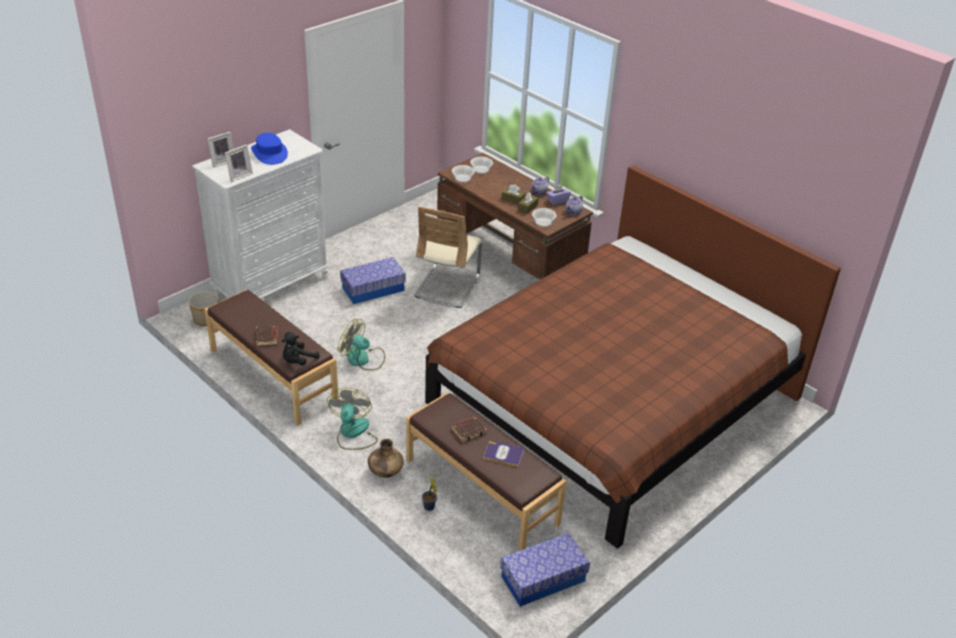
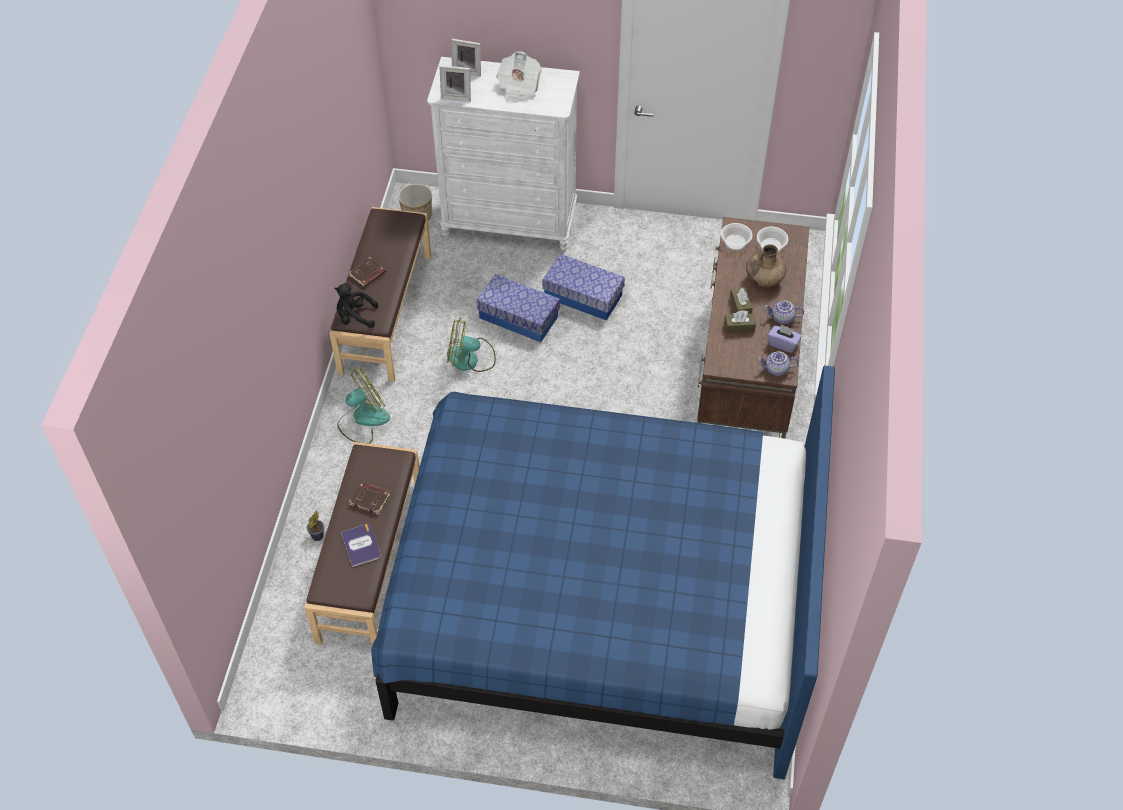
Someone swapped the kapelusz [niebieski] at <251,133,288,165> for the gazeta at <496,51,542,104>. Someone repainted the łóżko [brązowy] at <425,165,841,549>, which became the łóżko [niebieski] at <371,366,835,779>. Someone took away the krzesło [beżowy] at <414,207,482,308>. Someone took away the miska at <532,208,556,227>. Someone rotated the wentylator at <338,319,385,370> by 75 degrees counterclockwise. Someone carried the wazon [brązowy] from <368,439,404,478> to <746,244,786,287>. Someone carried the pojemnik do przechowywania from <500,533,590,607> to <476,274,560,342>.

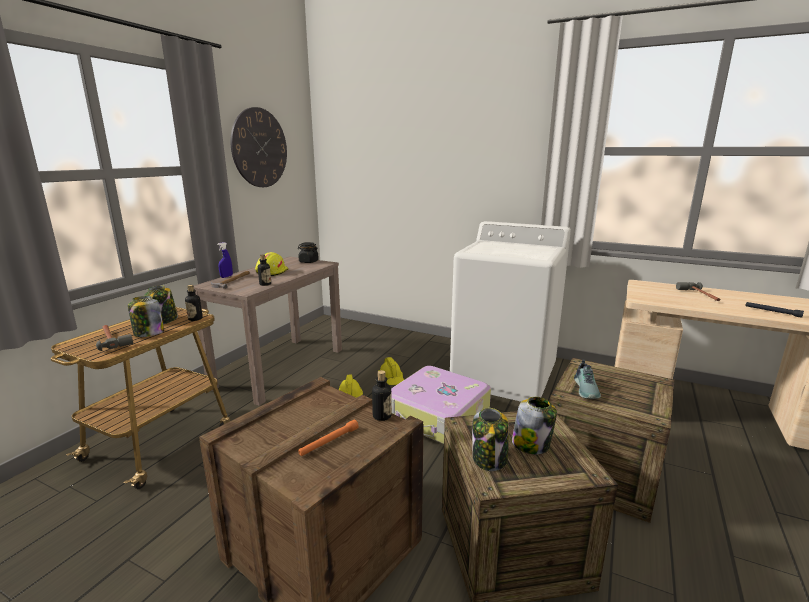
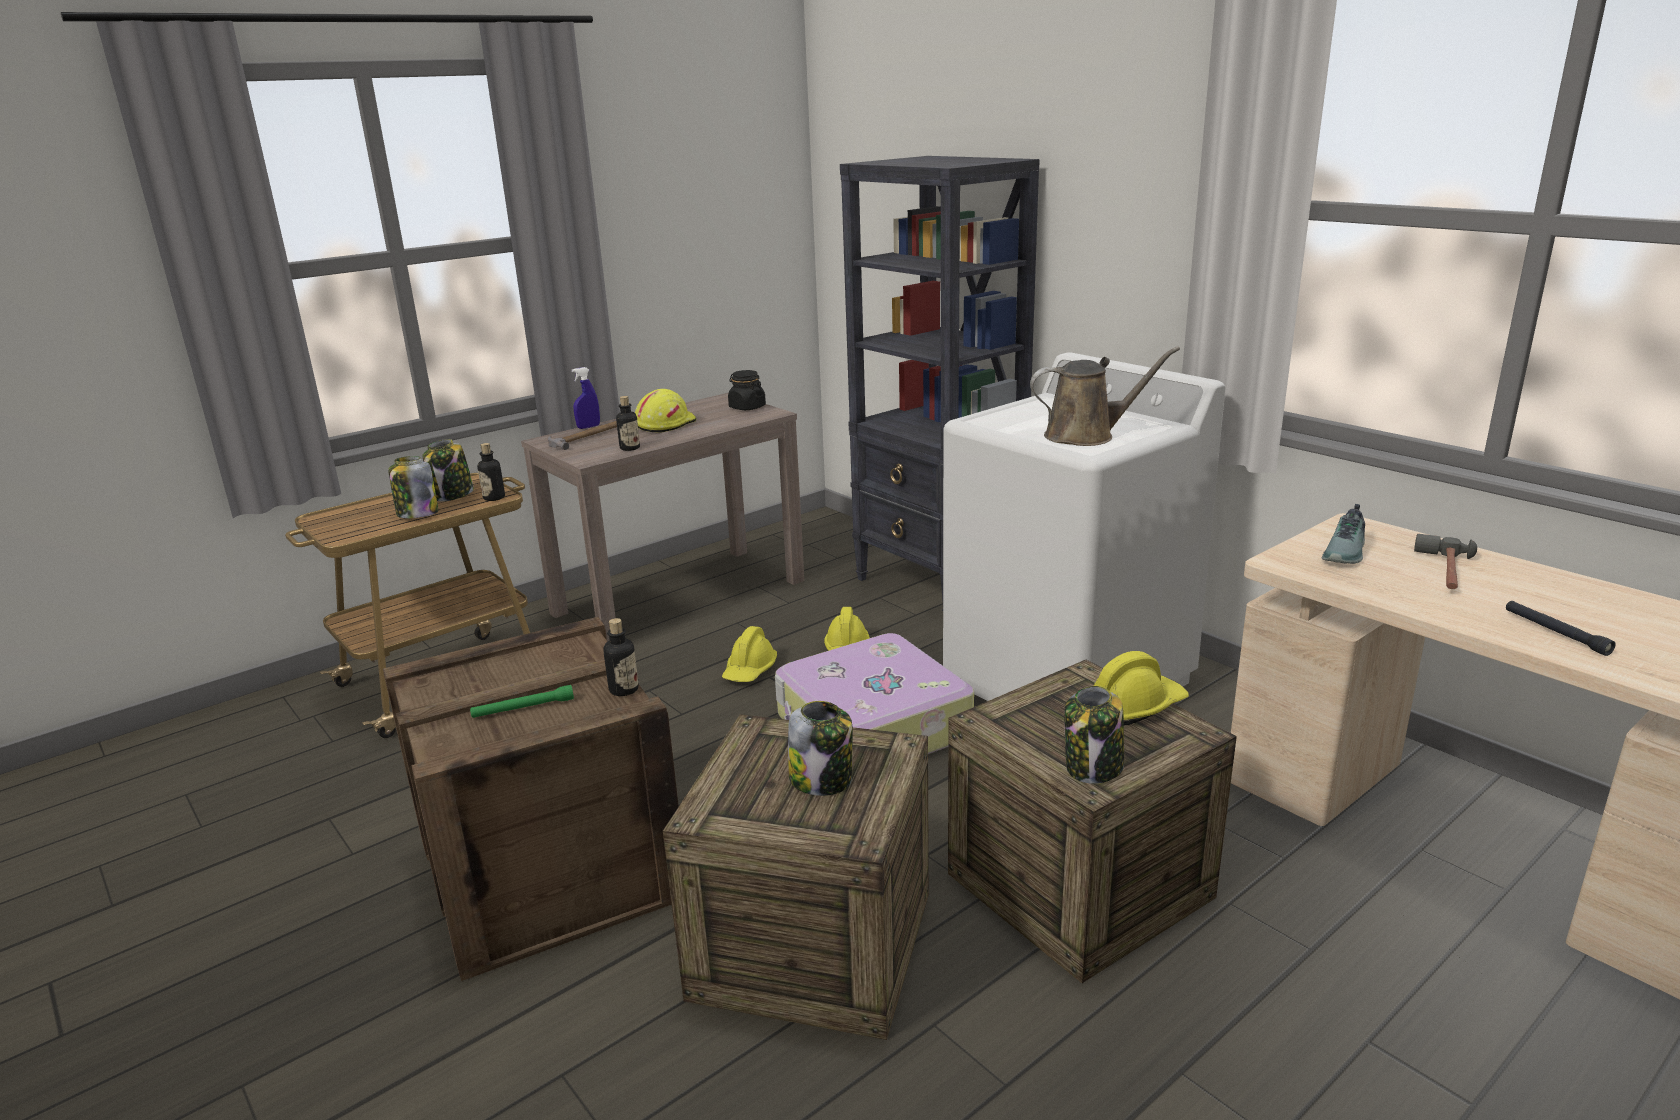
Someone took away the zegar ścienny at <231,107,287,187>. Someone took away the młotek at <96,325,133,351>. Someone carried the but from <574,360,601,399> to <1322,504,1365,564>. Someone carried the słoik from <472,408,509,471> to <1065,686,1124,784>. Someone repainted the latarka [pomarańczowy] at <298,420,359,456>, which became the latarka [zielony] at <470,685,574,718>. Someone put down the regał [czarny] at <840,156,1040,611>. Someone put down the konewka [brązowy] at <1030,346,1180,446>. Someone put down the kask [żółty] at <1094,651,1189,725>.

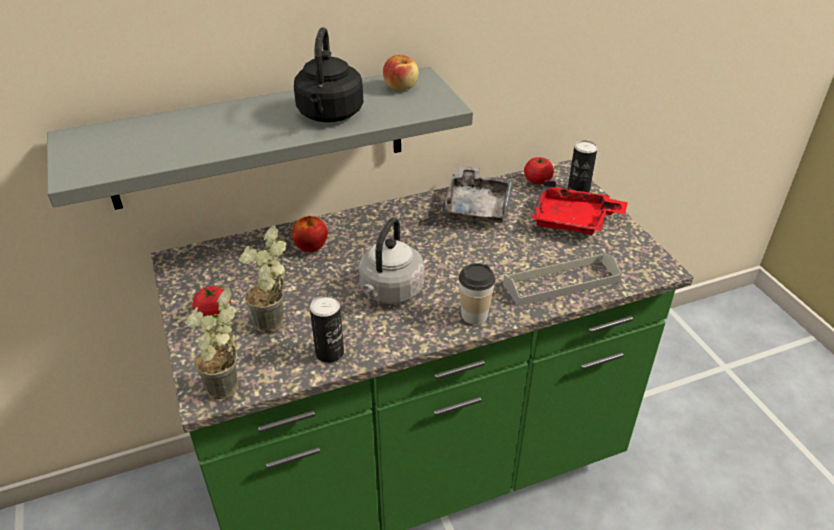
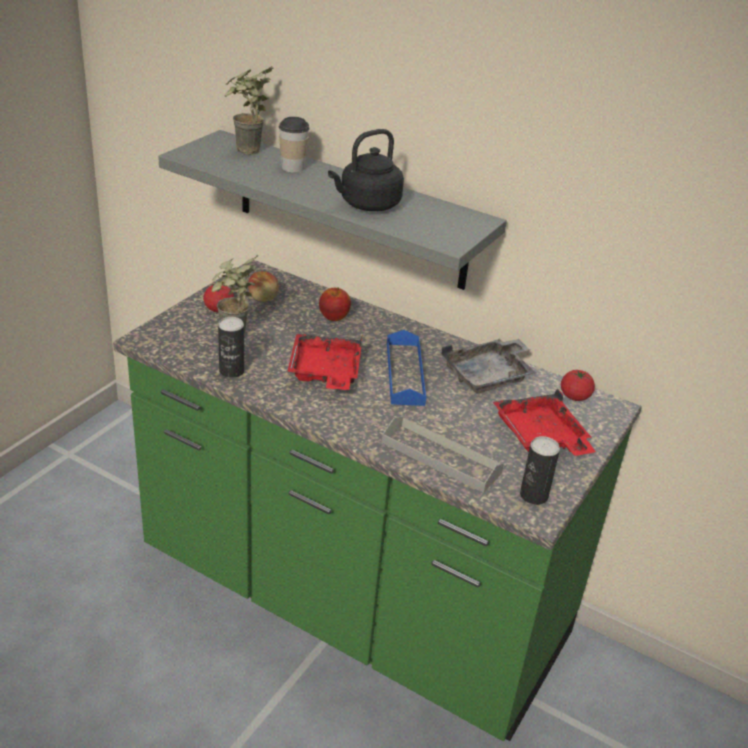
Someone carried the jabłko from <383,55,419,91> to <248,271,279,302>. Someone carried the puszka from <568,140,597,193> to <520,436,560,505>. Someone swapped the czajnik [szary] at <359,217,425,304> for the taca [czerwony] at <287,334,362,390>. Someone carried the filiżanka from <459,263,495,325> to <279,117,310,172>. Someone carried the roślina doniczkowa from <185,288,238,400> to <225,66,274,154>. Someone put down the taca [niebieski] at <387,330,426,406>.

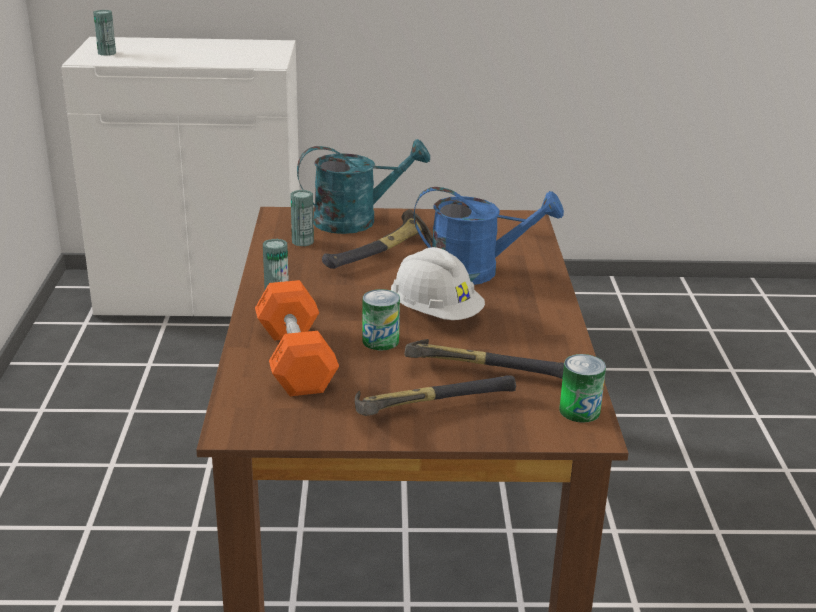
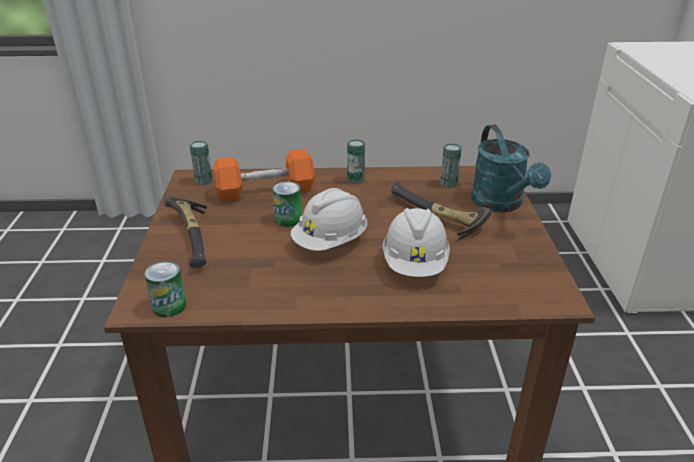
Someone carried the puszka from <93,10,116,56> to <189,140,213,185>. Someone swapped the konewka [niebieski] at <414,187,564,285> for the kask [biały] at <382,208,450,277>. Someone took away the młotek at <405,339,564,379>.

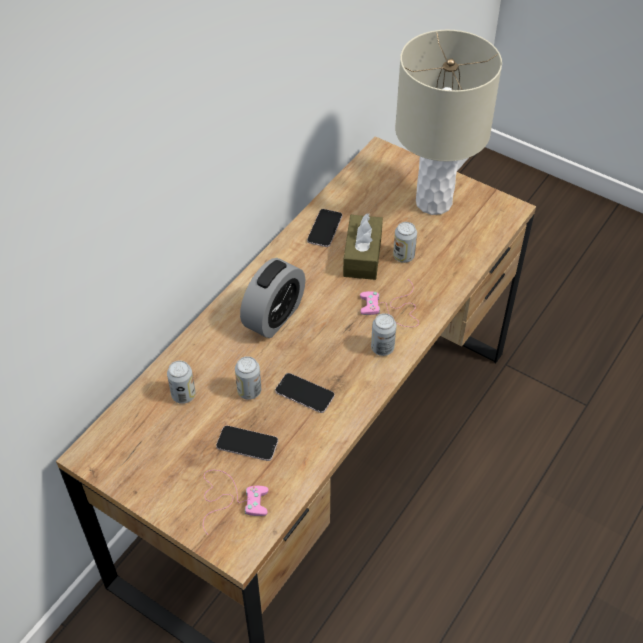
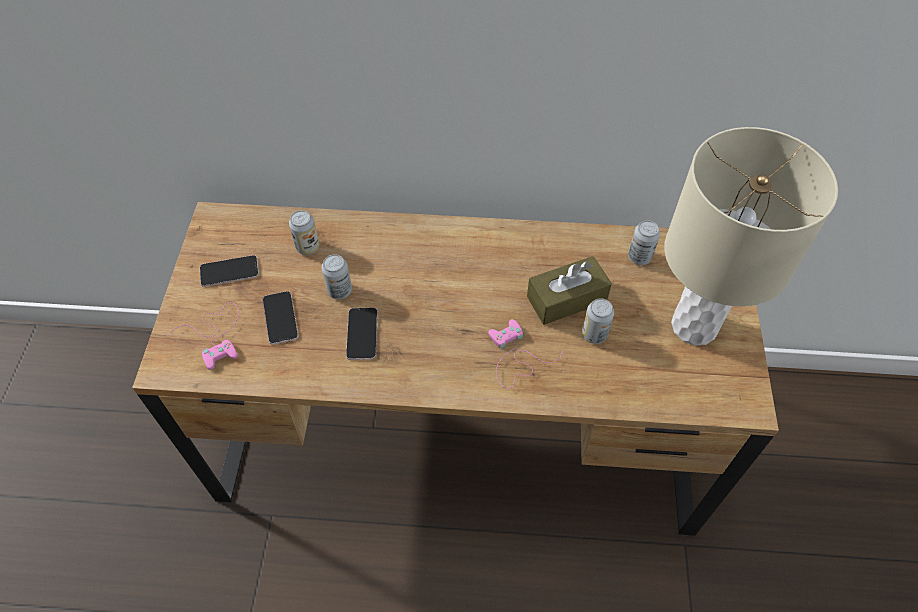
Someone carried the telefon from <307,209,342,247> to <200,255,259,287>. Someone took away the budzik at <240,258,305,338>. Someone carried the puszka from <371,313,396,356> to <628,220,660,265>.

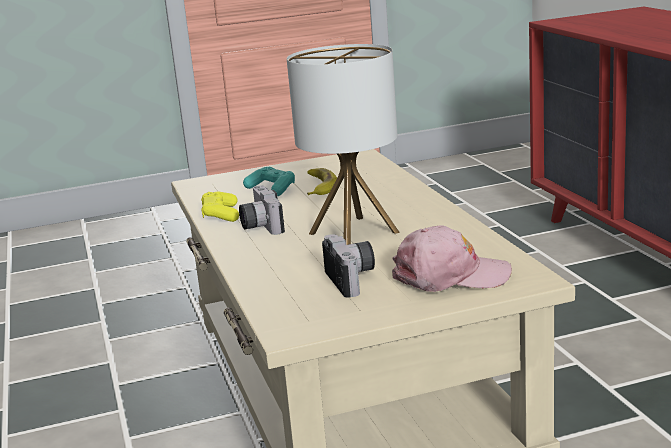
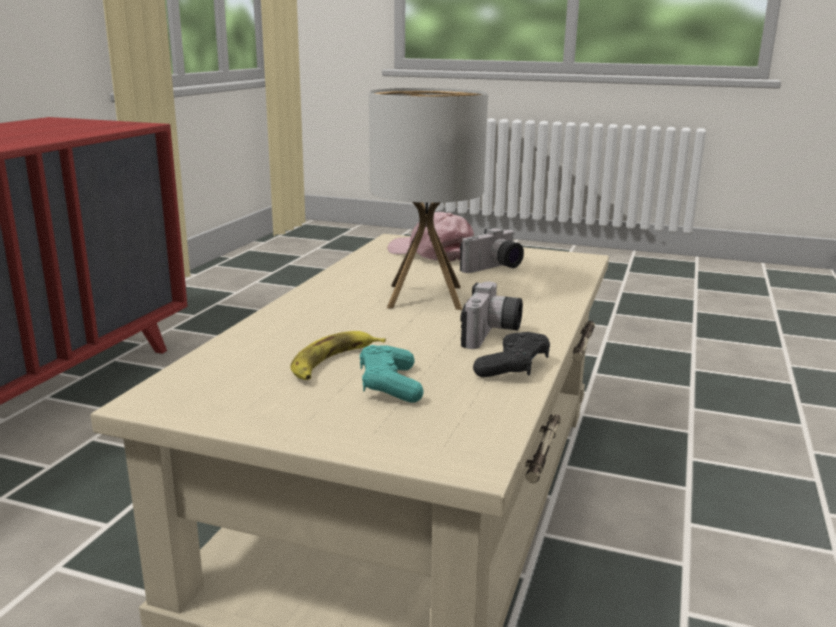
Someone repainted the pad do gier [żółty] at <201,192,239,222>, which became the pad do gier [czarny] at <473,332,550,378>. Someone rotated the aparat fotograficzny at <322,234,375,297> by 150 degrees counterclockwise.

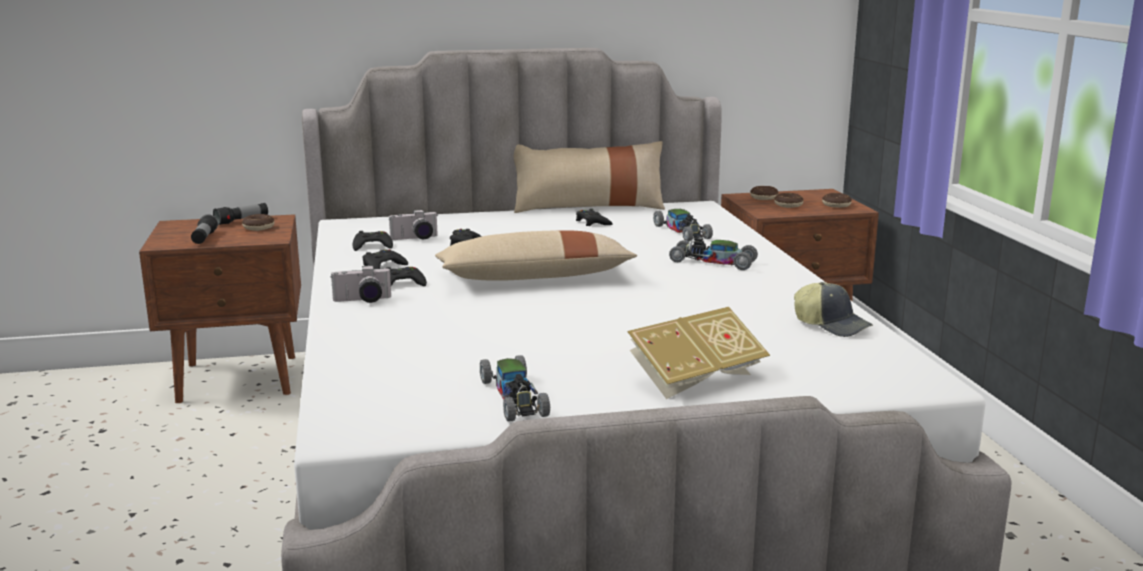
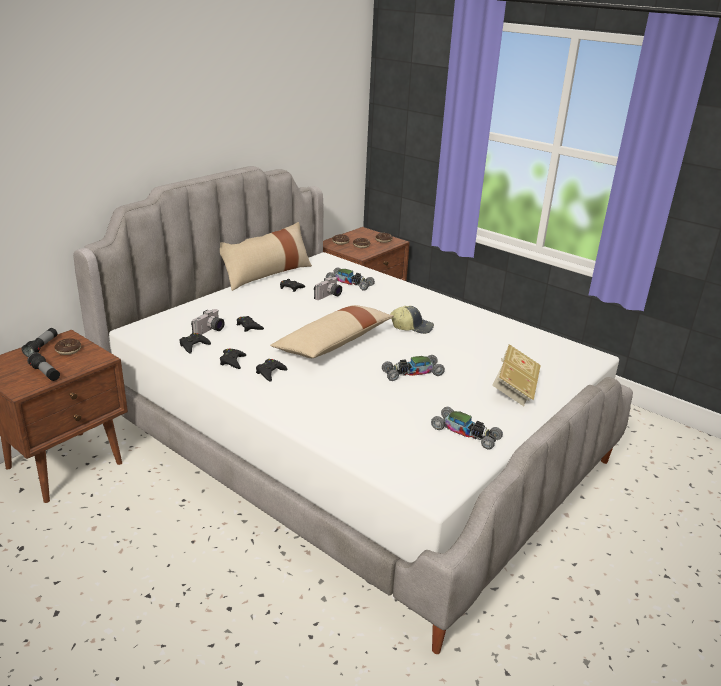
Someone carried the samochodzik from <669,238,758,270> to <382,355,445,381>. Someone carried the aparat fotograficzny from <330,265,391,303> to <314,277,342,300>. Someone carried the czapka z daszkiem from <794,282,873,337> to <390,306,434,334>.

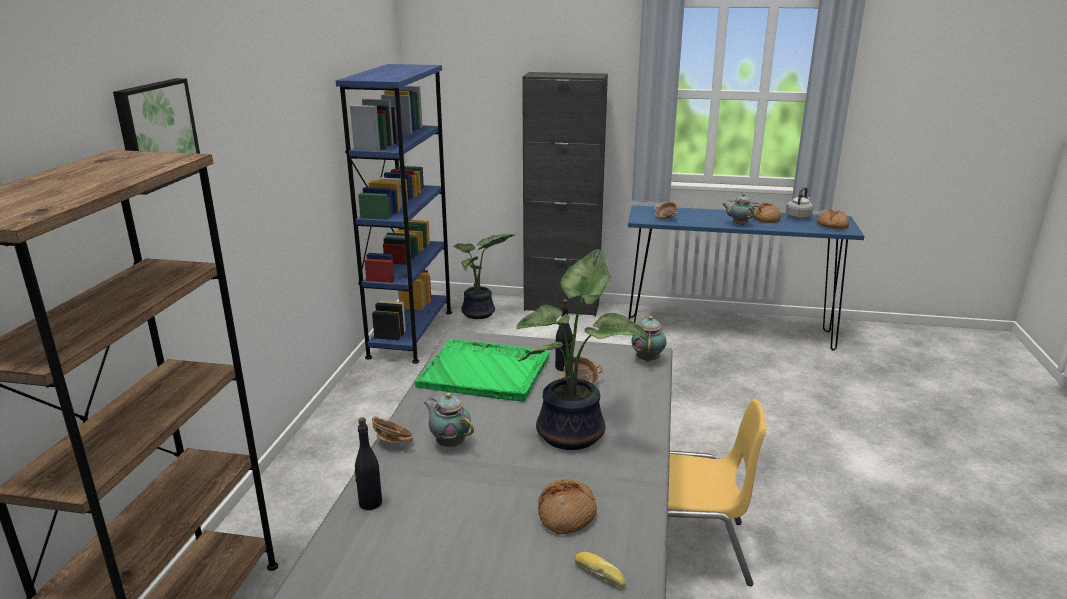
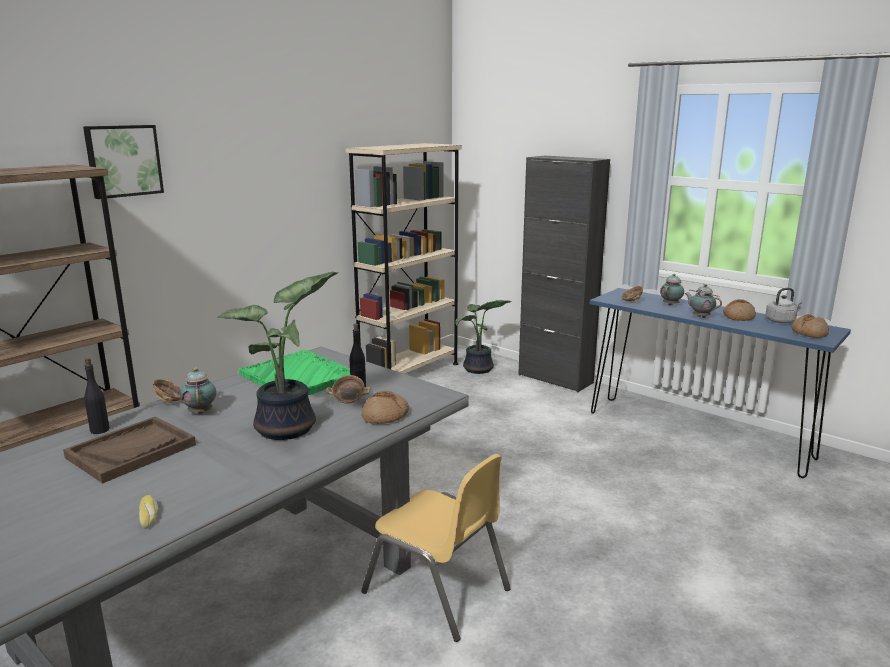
Someone repainted the regał [niebieski] at <336,64,452,364>, which became the regał [beżowy] at <345,143,462,374>. Someone carried the imbryk from <632,316,666,362> to <660,274,684,306>. Someone carried the chleb from <538,479,597,534> to <362,391,409,424>. Someone put down the taca [brązowy] at <63,417,196,483>.

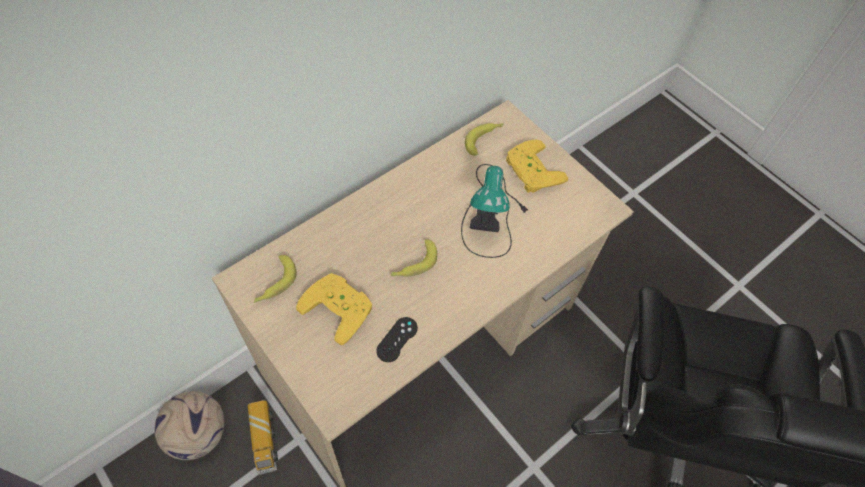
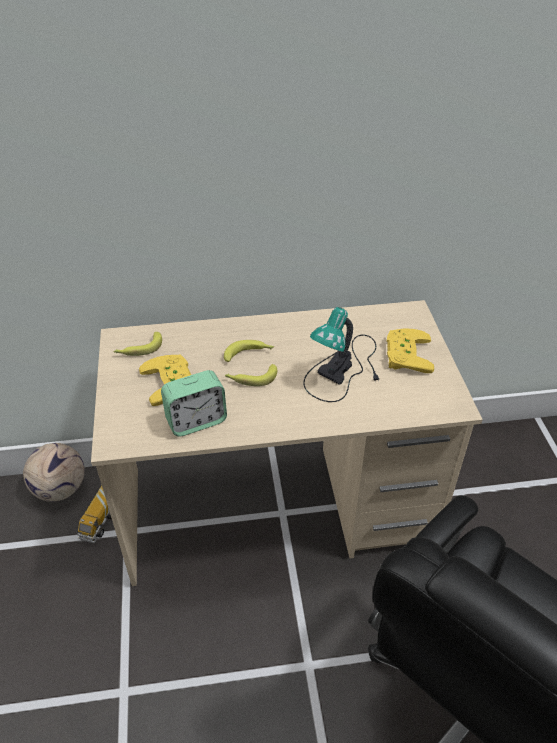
Someone carried the banan from <465,123,504,156> to <224,340,274,362>. Someone swapped the pad do gier [czarny] at <376,317,418,362> for the budzik at <161,370,227,437>.

